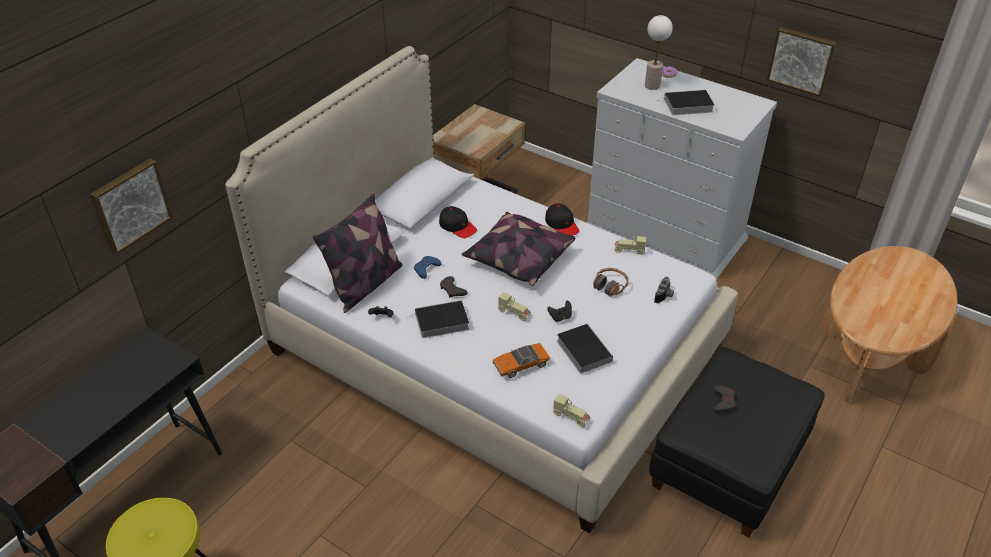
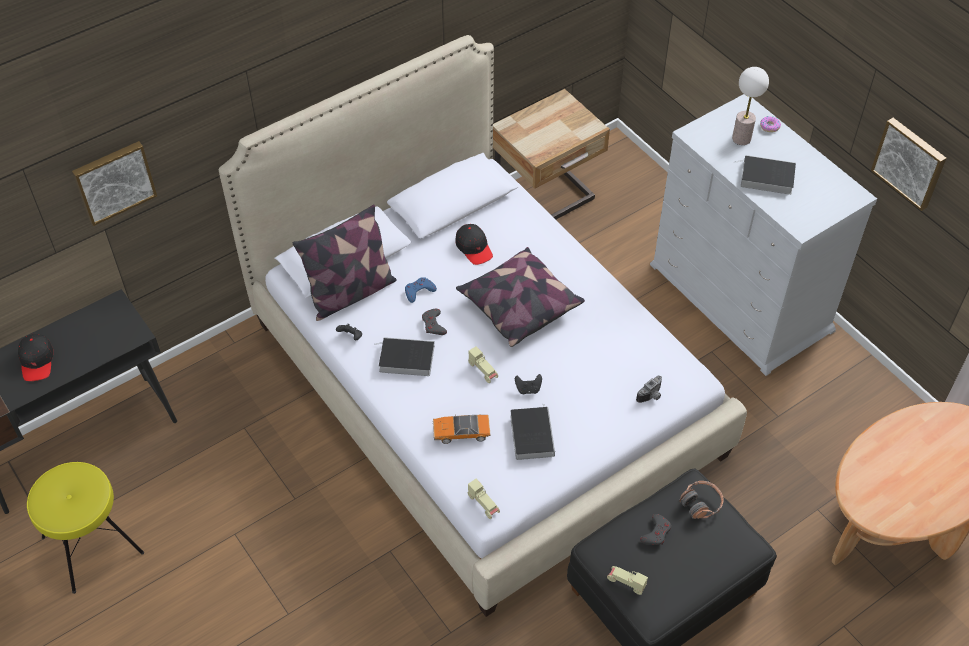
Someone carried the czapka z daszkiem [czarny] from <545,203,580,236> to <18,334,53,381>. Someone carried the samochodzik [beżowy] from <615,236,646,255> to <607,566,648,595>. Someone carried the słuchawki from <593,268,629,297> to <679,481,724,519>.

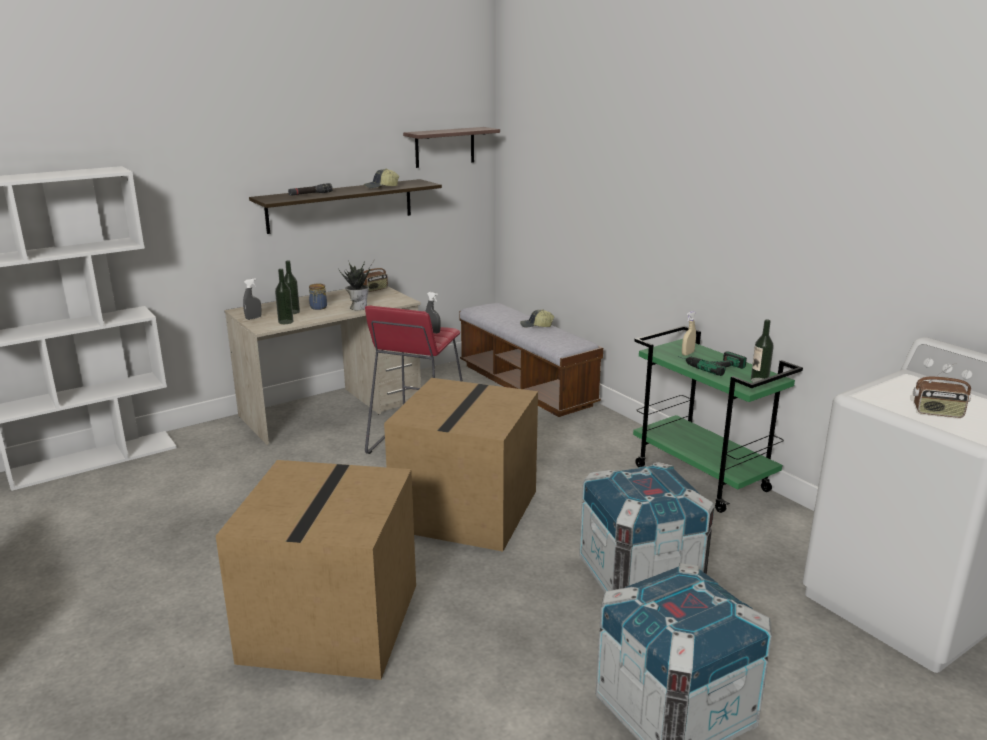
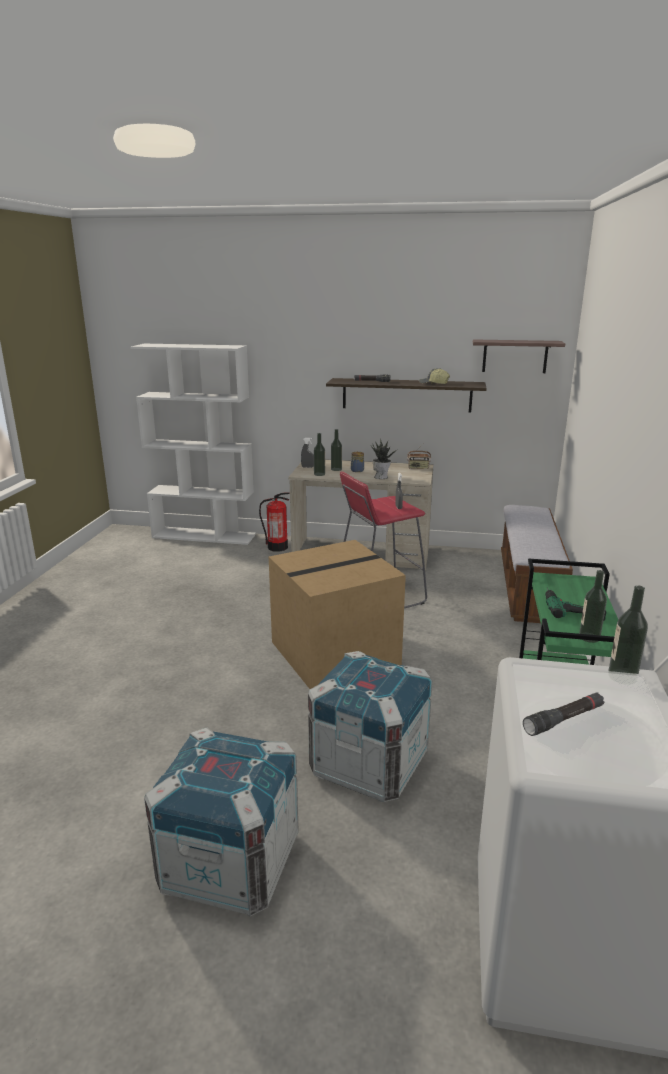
Someone took away the czapka z daszkiem at <520,309,554,328>. Someone took away the spryskiwacz [beżowy] at <682,311,696,356>. Someone swapped the radio at <913,363,971,418> for the latarka [czarny] at <523,692,604,736>. Someone took away the karton at <216,460,416,680>. Someone put down the gaśnica at <259,492,290,552>. Someone put down the butelka at <608,585,648,685>.

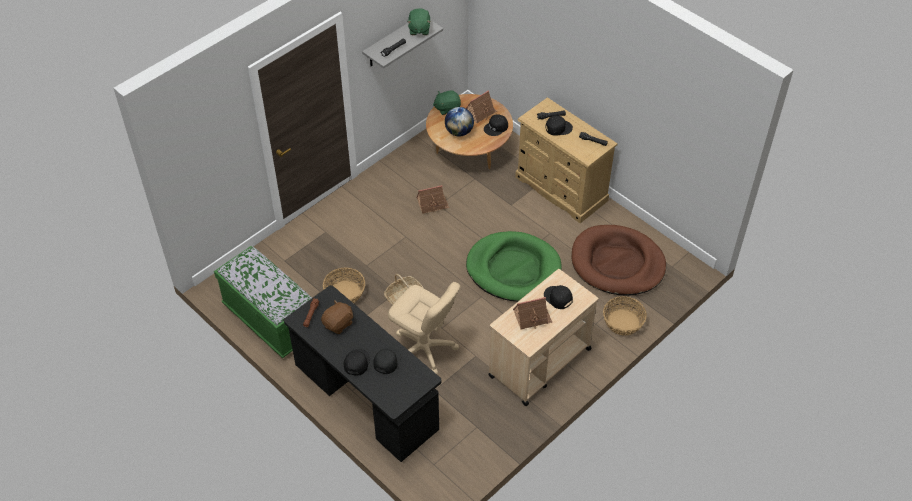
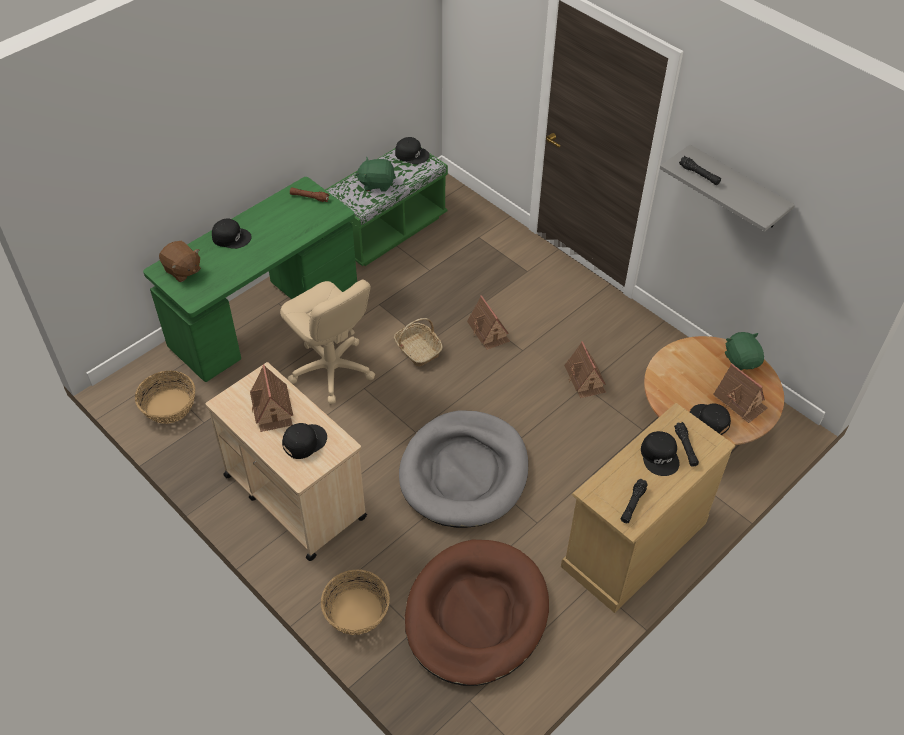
Someone carried the pluszak [zielony] from <407,8,431,35> to <355,157,395,192>. Someone took away the globus at <445,107,474,136>. Someone repainted the legowisko [zielony] at <466,231,562,301>, which became the legowisko [szary] at <399,410,528,528>. Someone carried the koszyk from <323,267,365,303> to <135,371,195,424>. Someone rotated the krzesło biurowe [beżowy] at <388,282,460,374> by 75 degrees counterclockwise. Someone repainted the biurko [czarny] at <284,285,442,462>, which became the biurko [zielony] at <143,177,357,382>. Someone carried the pluszak [brązowy] from <321,300,353,334> to <159,241,201,282>. Someone carried the czapka z daszkiem [czarny] from <373,348,401,374> to <395,137,430,164>. Someone put down the domek at <467,295,510,350>.

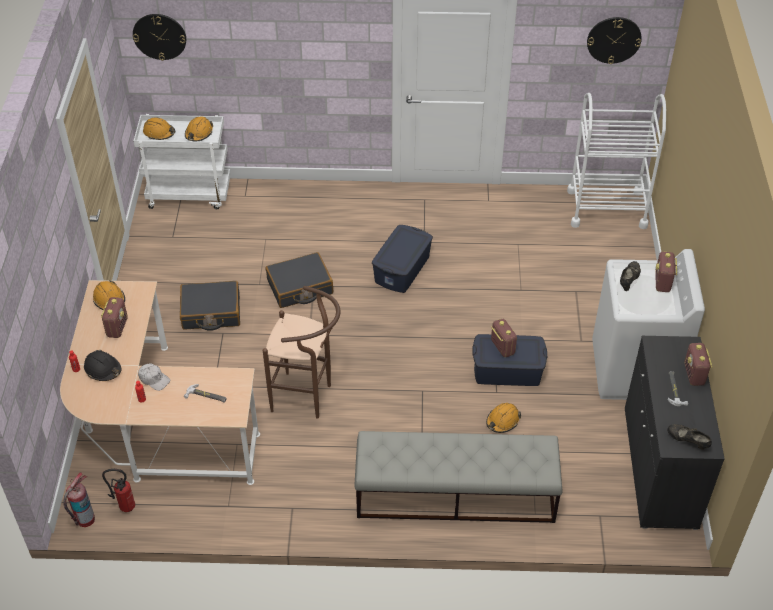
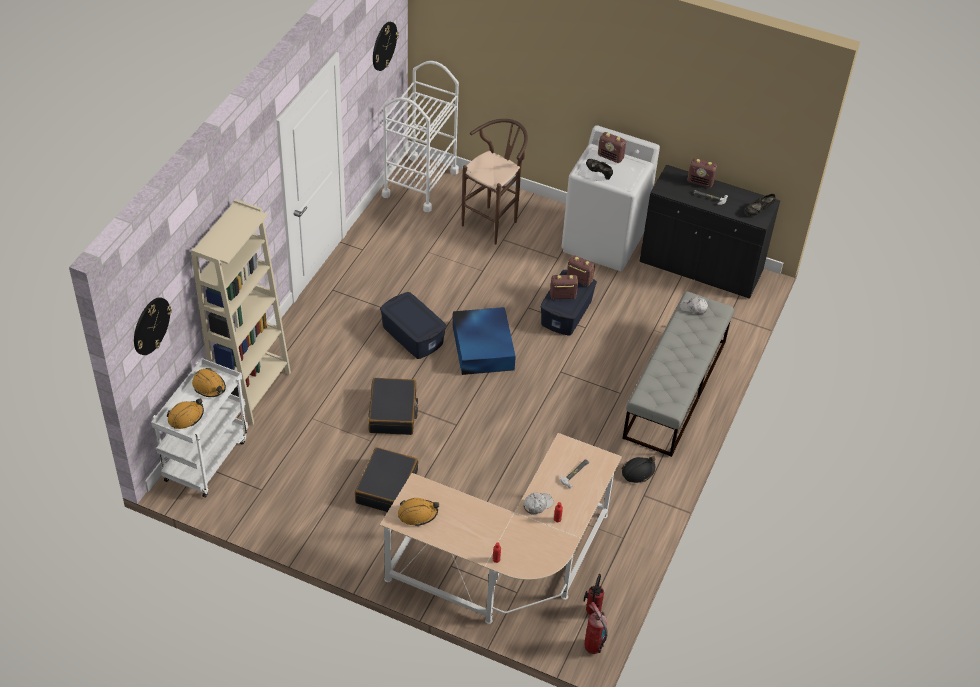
Someone carried the stołek [brązowy] from <263,286,341,419> to <462,119,528,245>. Someone carried the radio from <101,297,128,338> to <567,255,595,286>. Someone carried the kask [czarny] from <84,350,121,381> to <621,456,656,483>. Someone took away the kask [pomarańczowy] at <486,403,521,433>. Someone put down the regał [beżowy] at <191,199,291,425>. Someone put down the czapka z daszkiem [biały] at <680,297,708,315>. Someone put down the pojemnik do przechowywania [niebieski] at <453,307,516,375>.

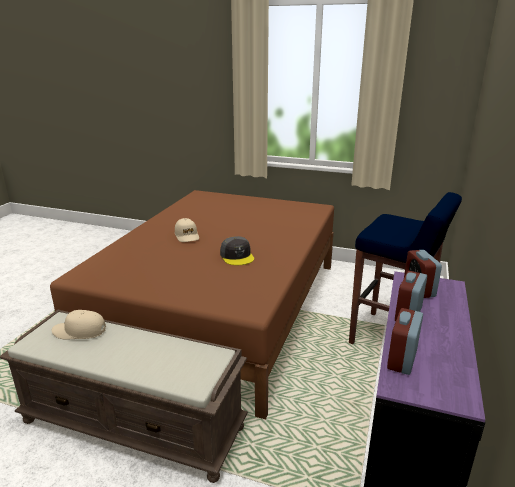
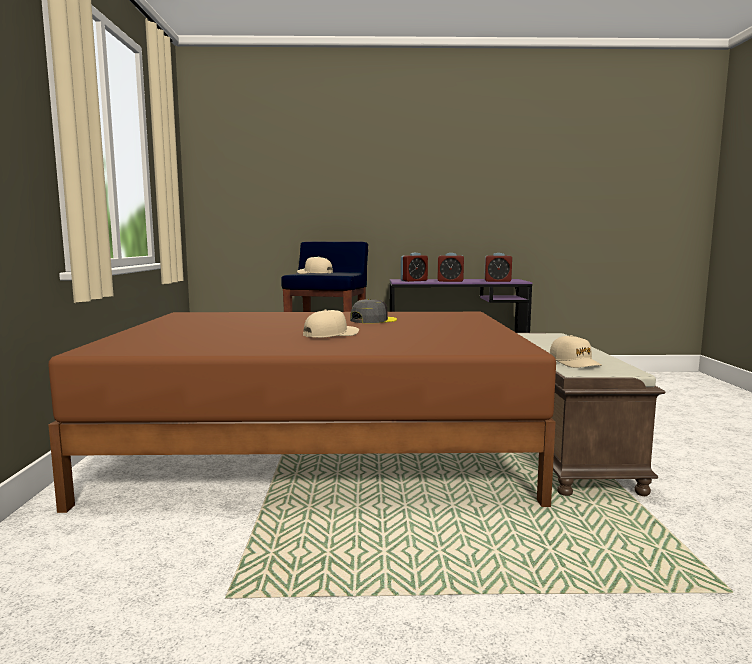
Someone put down the czapka z daszkiem [beżowy] at <297,256,333,274>.

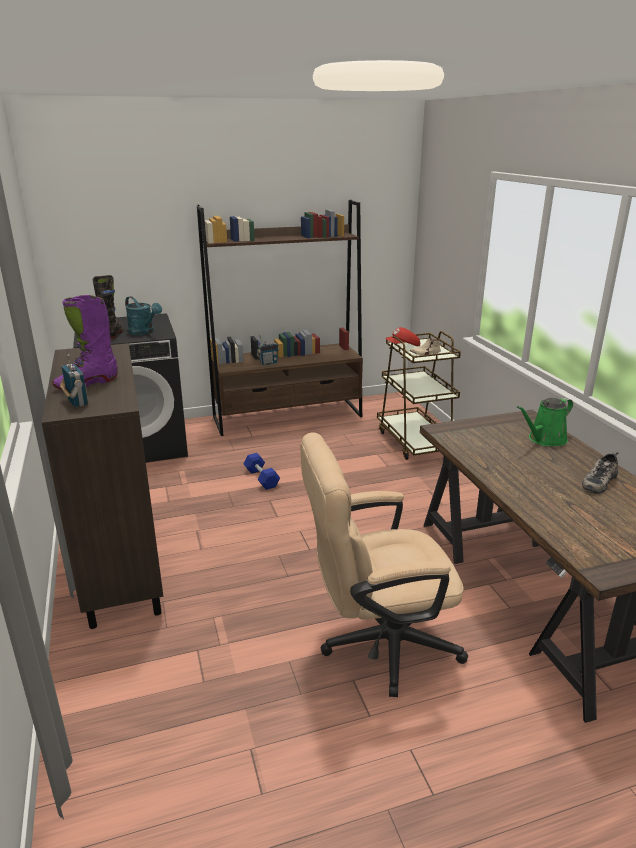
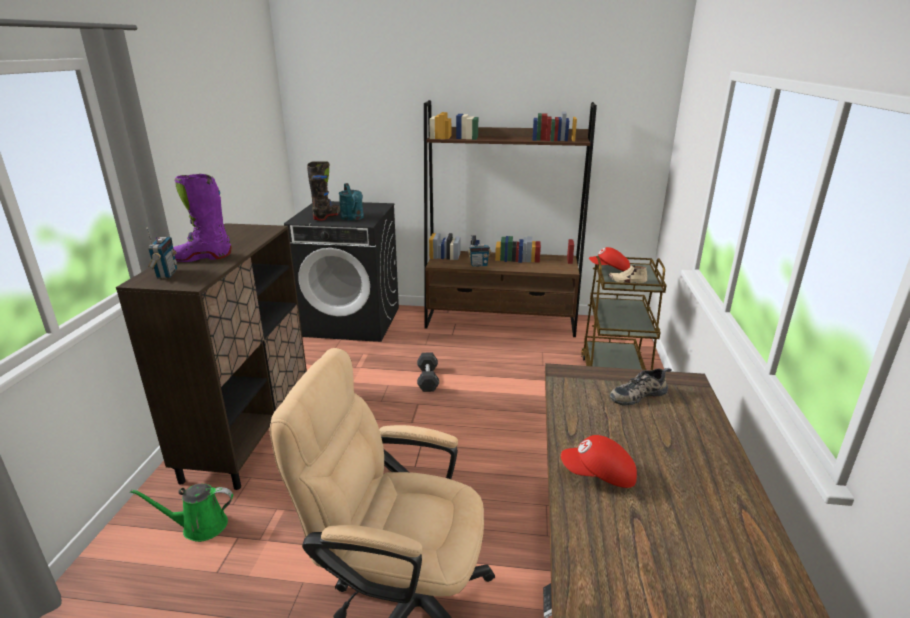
Someone carried the konewka [zielony] from <517,398,573,446> to <130,484,233,542>. Someone carried the but from <582,451,619,494> to <610,368,672,406>. Someone repainted the hantel [niebieski] at <243,453,280,490>, which became the hantel [czarny] at <417,352,439,392>. Someone put down the czapka z daszkiem [czerwony] at <561,435,637,488>.

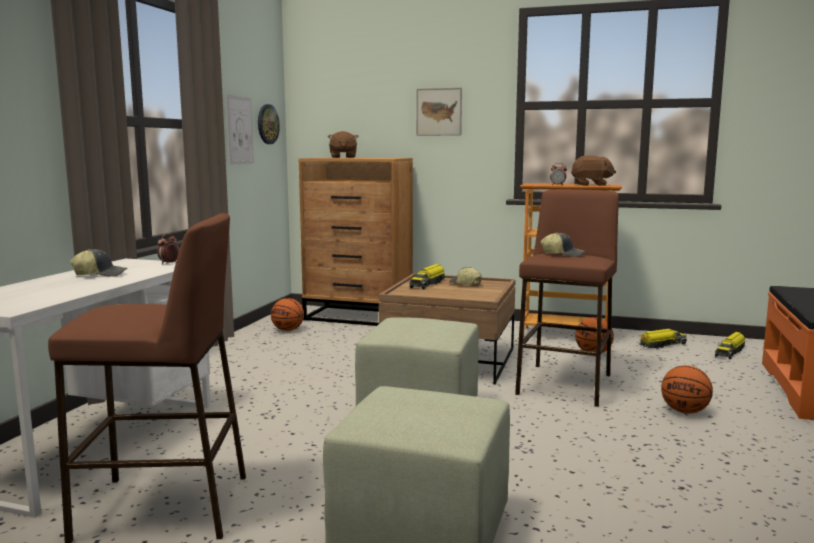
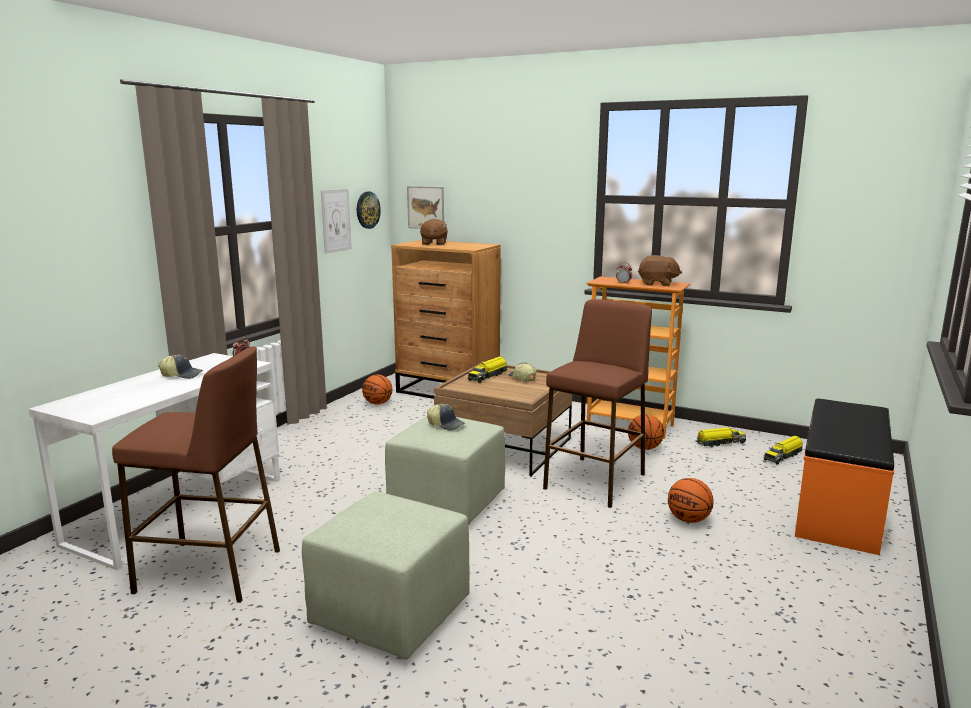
Someone carried the obraz from <416,87,462,136> to <407,186,444,229>. Someone carried the czapka z daszkiem from <541,232,585,257> to <427,404,466,431>.

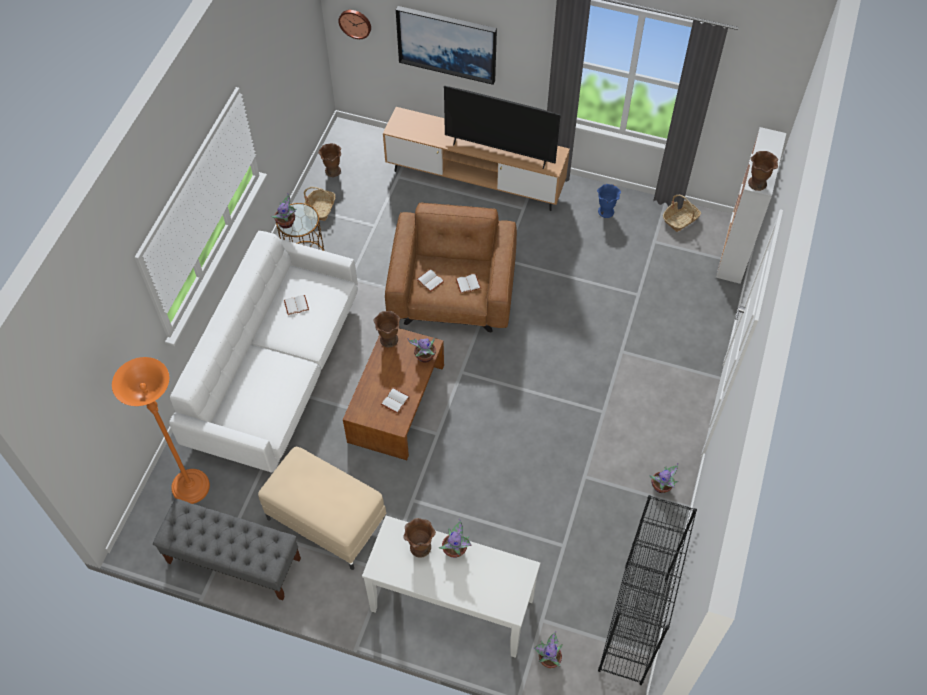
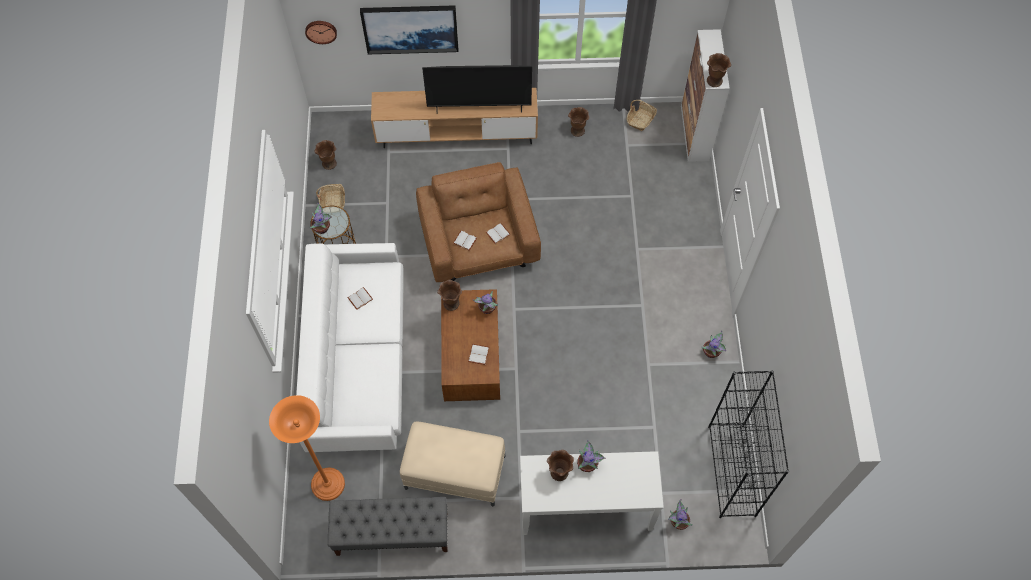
Someone repainted the wazon [niebieski] at <597,184,621,218>, which became the wazon [brązowy] at <568,107,589,137>.

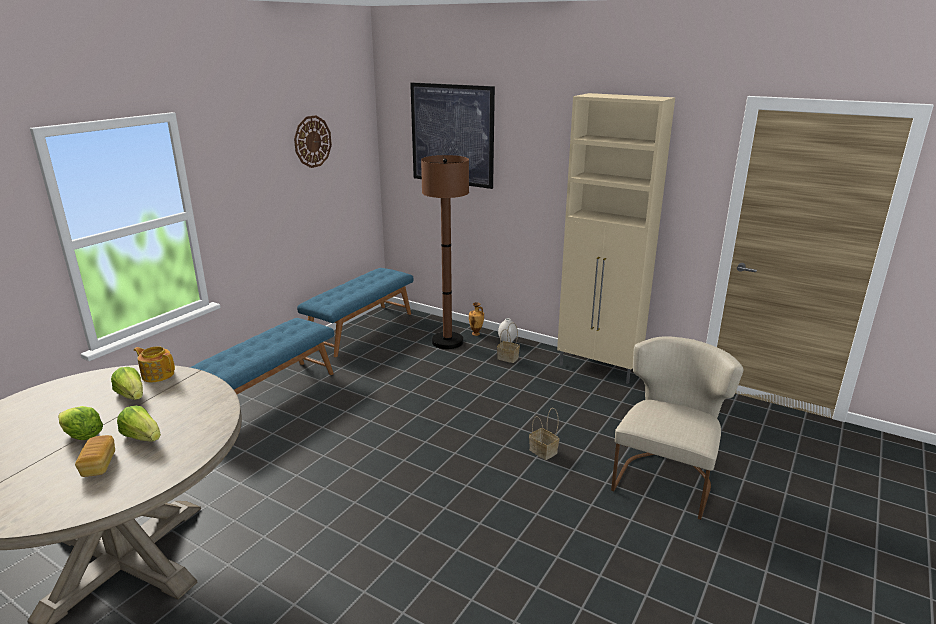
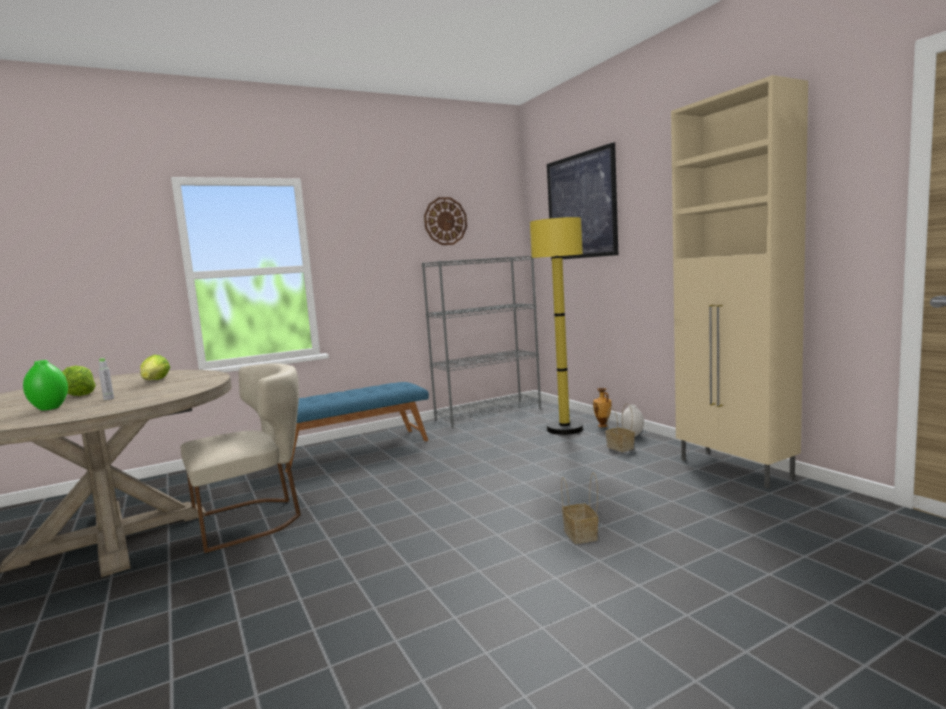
Someone repainted the lampa stojąca [brązowy] at <421,155,469,349>, which became the lampa stojąca [żółty] at <530,217,583,435>. Someone swapped the ławka [niebieski] at <297,268,413,357> for the regał [szary] at <422,256,541,428>. Someone carried the krzesło [beżowy] from <611,336,743,520> to <181,363,301,553>. Someone took away the imbryk at <134,346,175,382>. Someone swapped the sałata at <117,406,161,441> for the butelka [szary] at <98,358,114,400>. Someone swapped the chleb at <75,435,115,477> for the wazon [zielony] at <23,360,68,410>.

